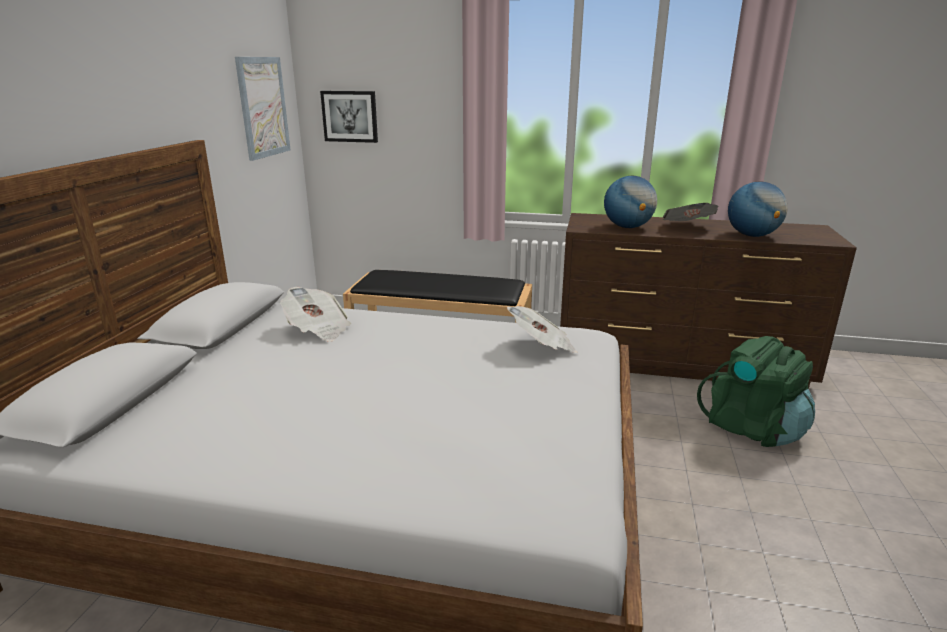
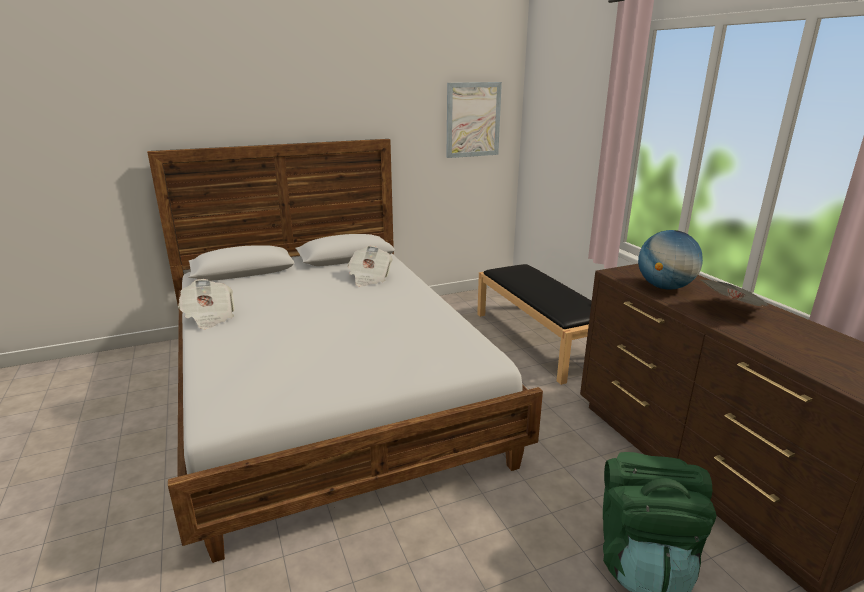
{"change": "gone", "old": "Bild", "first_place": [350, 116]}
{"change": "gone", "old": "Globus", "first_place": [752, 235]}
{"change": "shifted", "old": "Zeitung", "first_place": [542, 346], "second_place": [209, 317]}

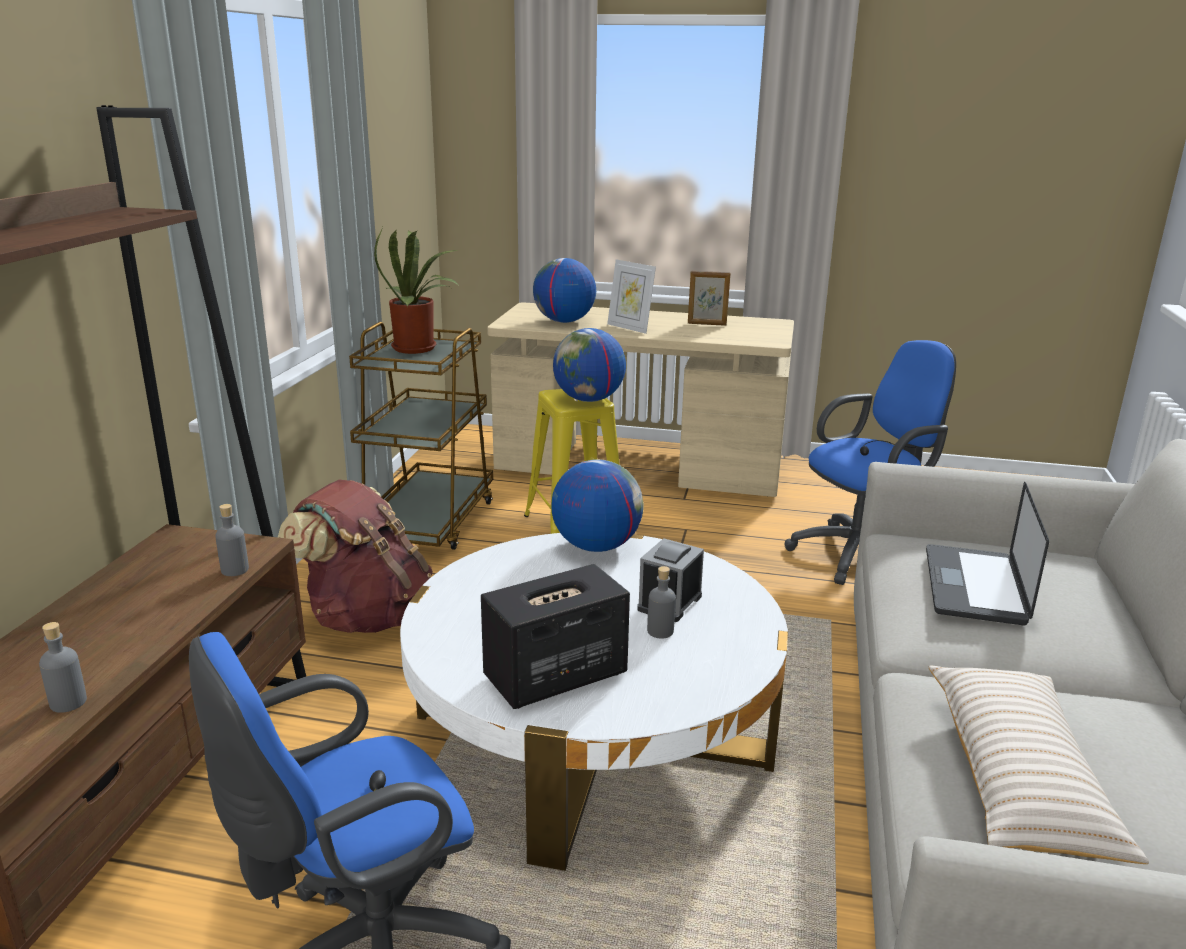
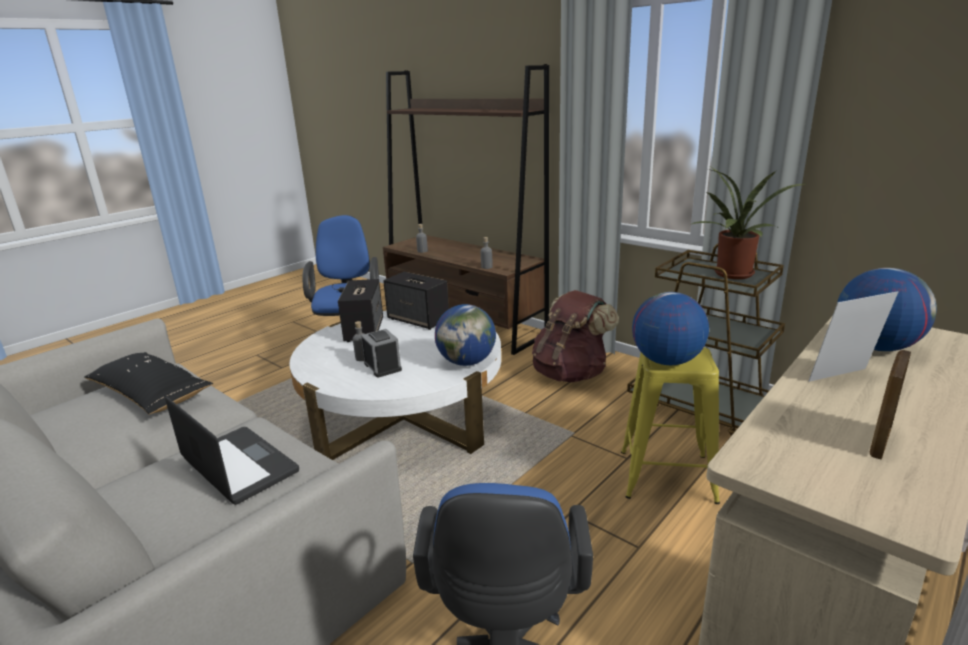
{"change": "repainted", "old": "Kissen/beige", "new": "Kissen/schwarz", "first_place": [1017, 778], "second_place": [151, 394]}
{"change": "new", "new": "Lautsprecher", "second_place": [419, 320]}

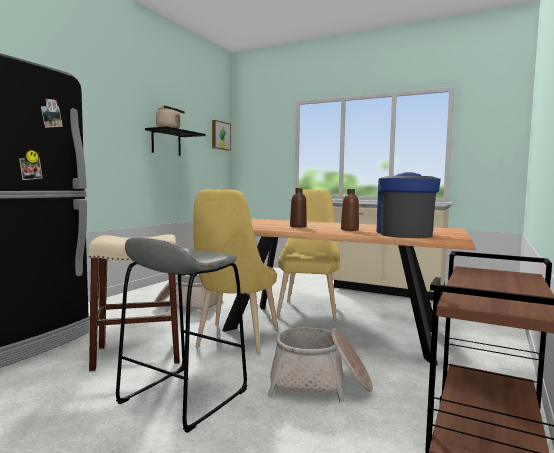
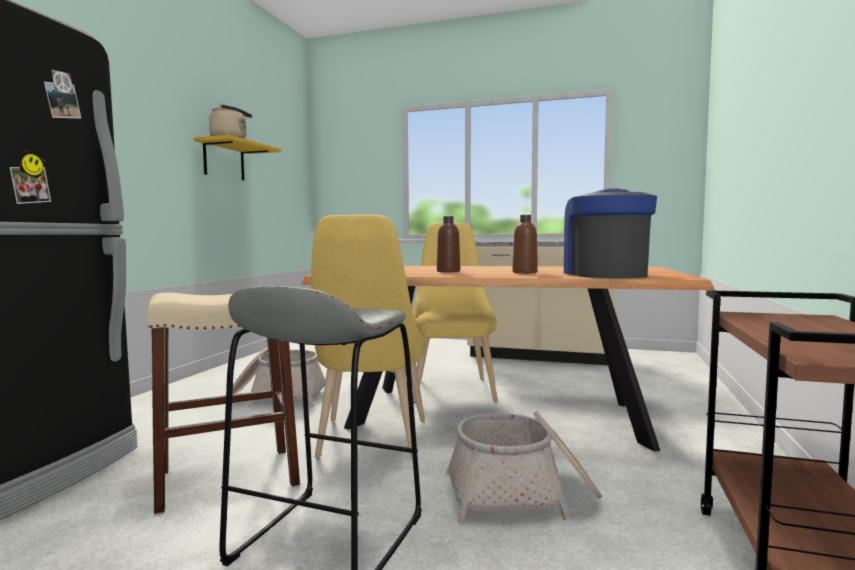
{"change": "gone", "old": "Bild", "first_place": [220, 135]}
{"change": "repainted", "old": "Wandregal/schwarz", "new": "Wandregal/gelb", "first_place": [166, 143], "second_place": [224, 161]}

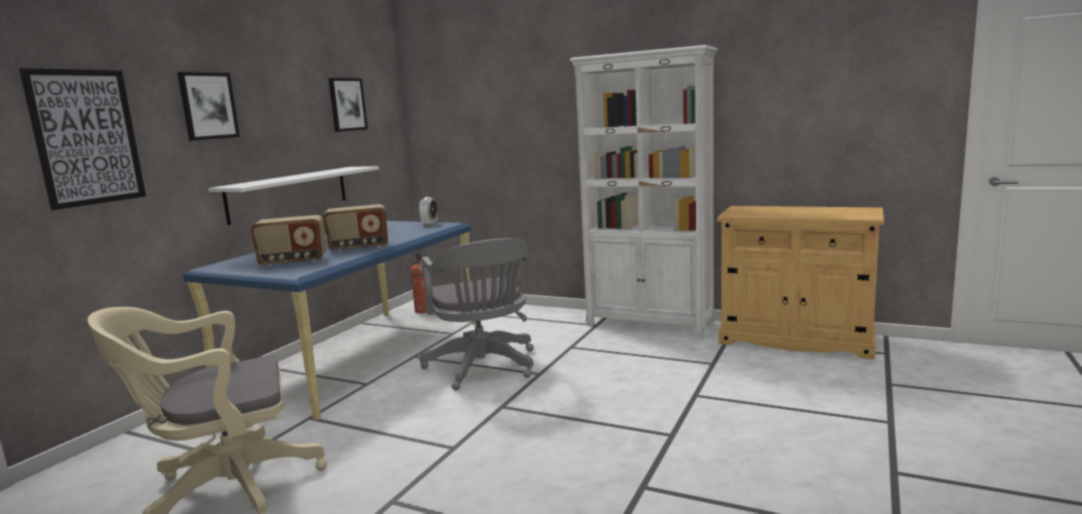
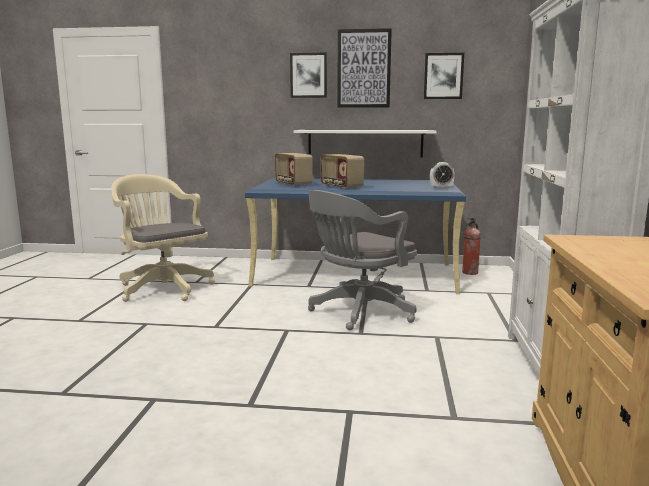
{"change": "shifted", "old": "Bild", "first_place": [86, 137], "second_place": [364, 68]}

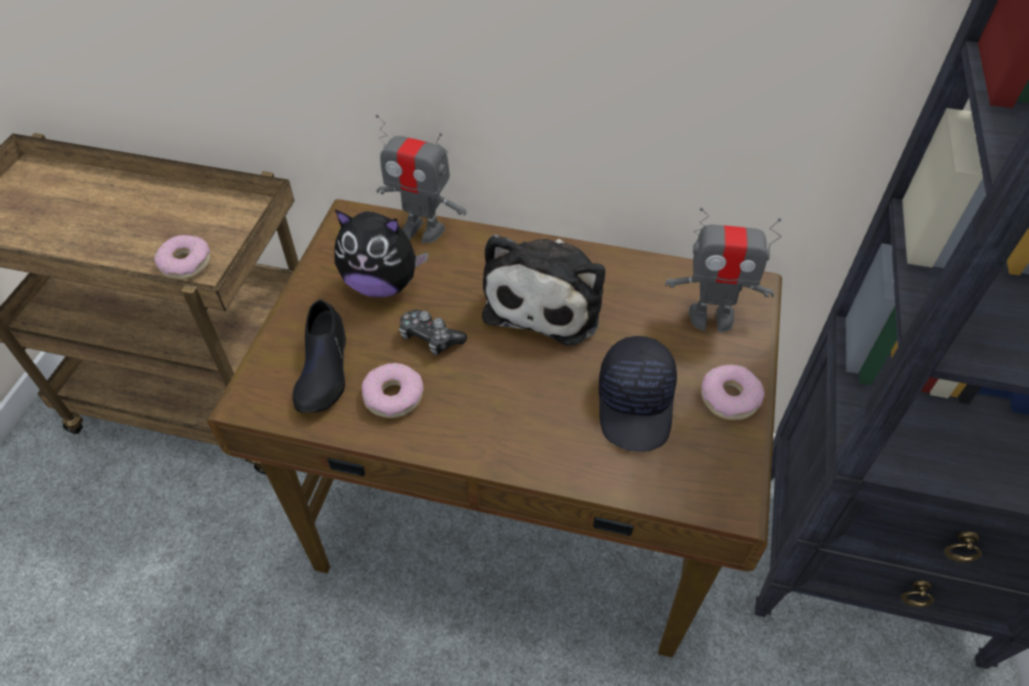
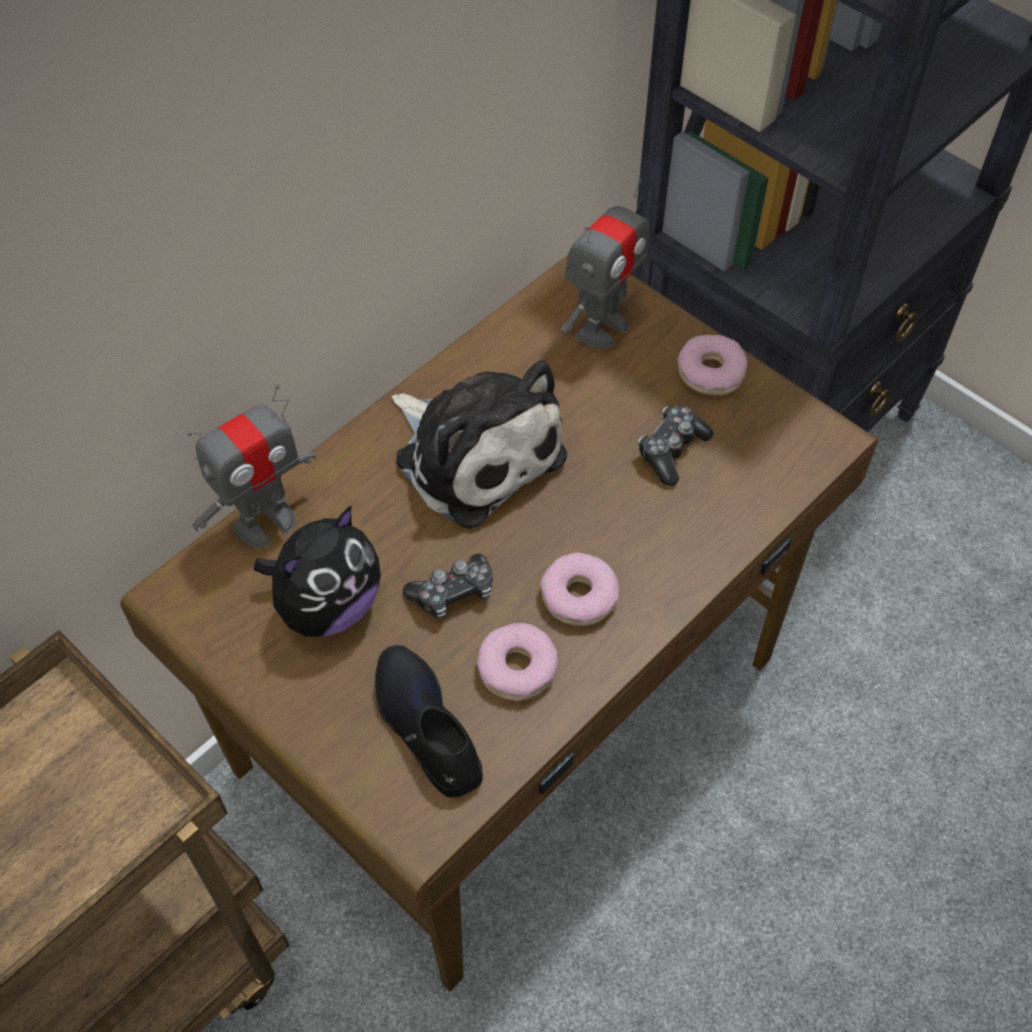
{"change": "shifted", "old": "Donut", "first_place": [186, 263], "second_place": [579, 596]}
{"change": "rotated", "old": "Schuh/schwarz", "first_place": [323, 369], "second_place": [426, 726], "degrees": -150}
{"change": "swapped", "old": "Kappe/schwarz", "new": "Gamepad", "first_place": [636, 404], "second_place": [671, 450]}

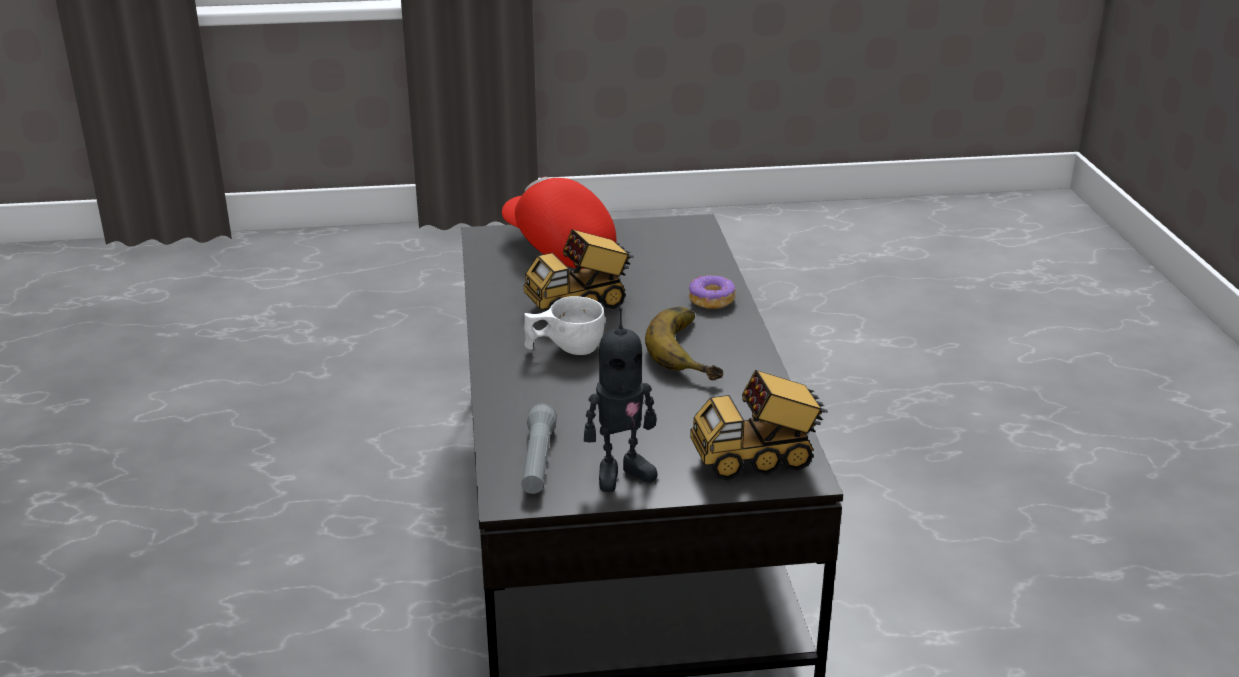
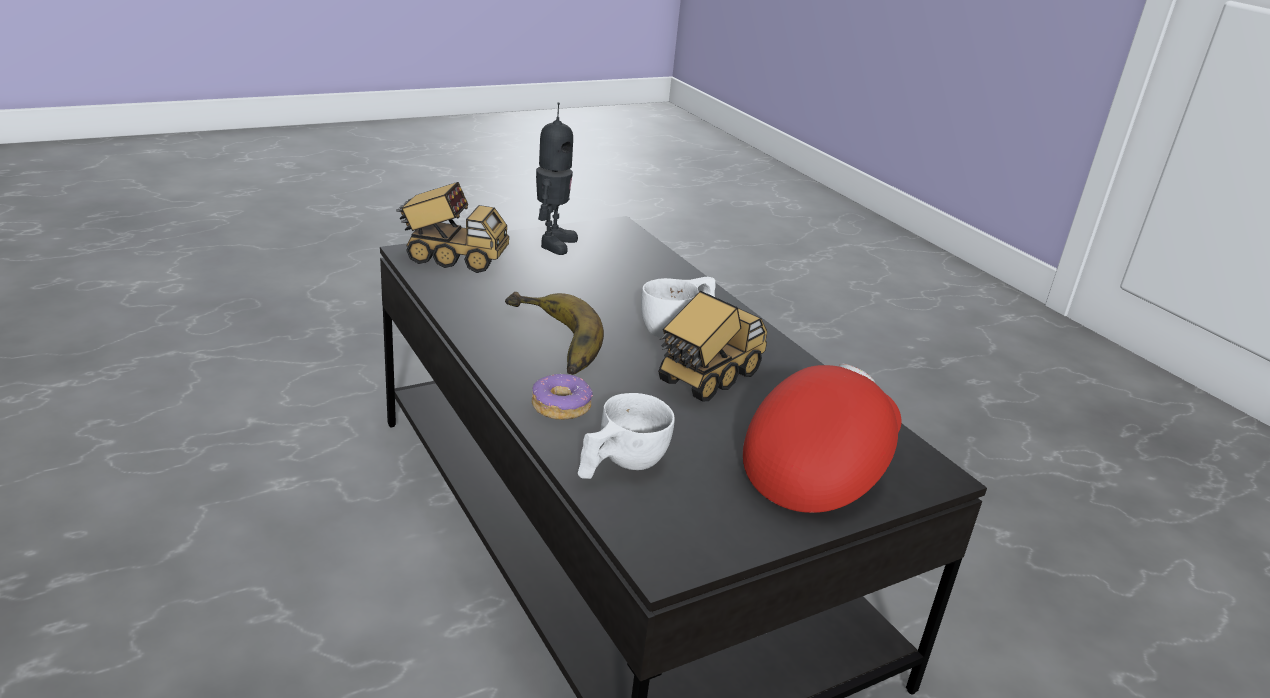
{"change": "rotated", "old": "Kappe/rot", "first_place": [557, 248], "second_place": [818, 464], "degrees": -75}
{"change": "rotated", "old": "Spielzeugroboter", "first_place": [621, 473], "second_place": [553, 243], "degrees": 150}
{"change": "rotated", "old": "Spielzeuglaster", "first_place": [757, 460], "second_place": [452, 259], "degrees": 45}
{"change": "gone", "old": "Taschenlampe/grau", "first_place": [538, 461]}
{"change": "new", "new": "Tasse/weiß", "second_place": [620, 464]}

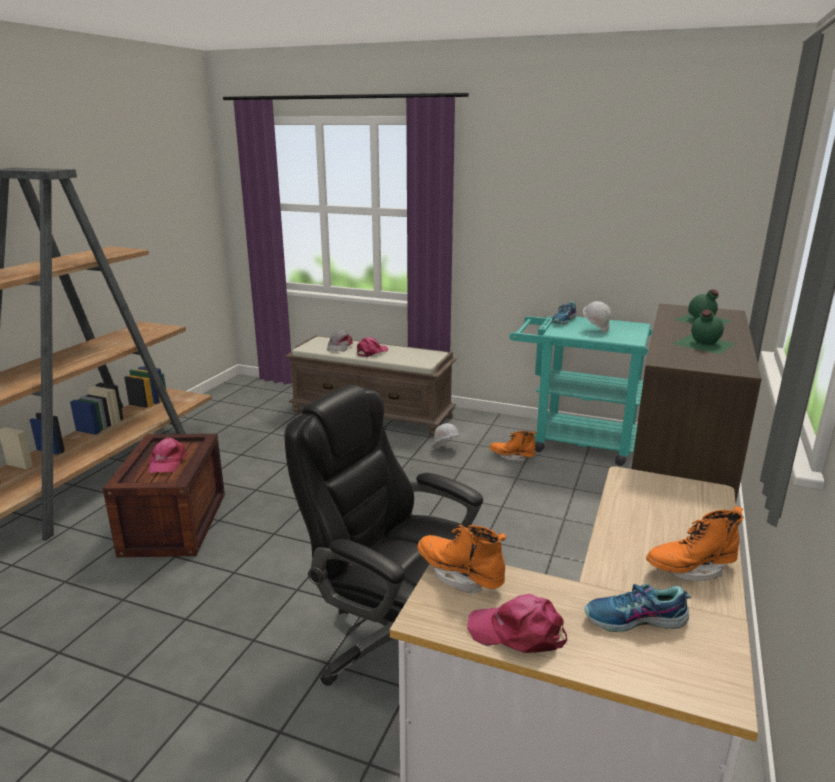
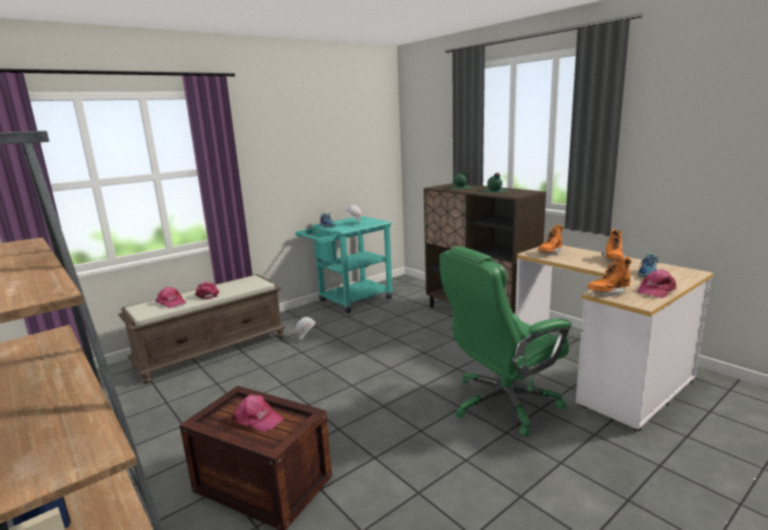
{"change": "repainted", "old": "Kappe/grau", "new": "Kappe/rosa", "first_place": [339, 346], "second_place": [171, 302]}
{"change": "repainted", "old": "Bürostuhl/schwarz", "new": "Bürostuhl/grün", "first_place": [397, 644], "second_place": [502, 403]}
{"change": "shifted", "old": "Stiefel/orange", "first_place": [512, 457], "second_place": [550, 253]}

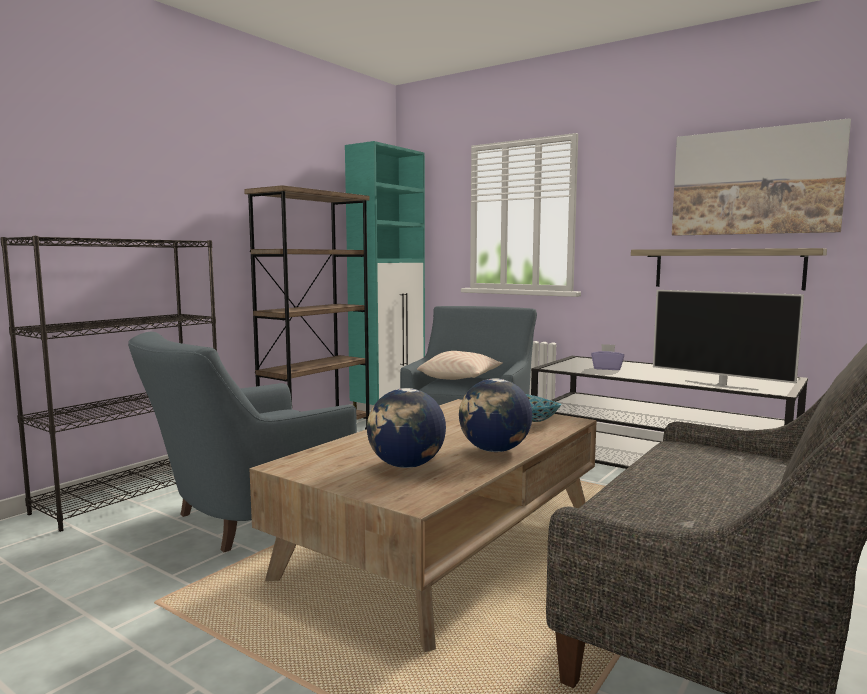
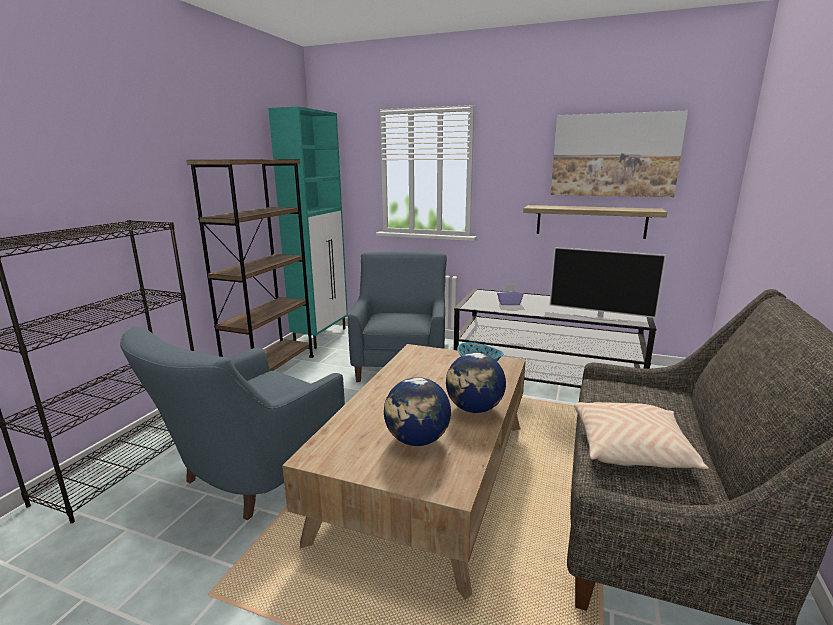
{"change": "shifted", "old": "Kissen/beige", "first_place": [460, 378], "second_place": [631, 449]}

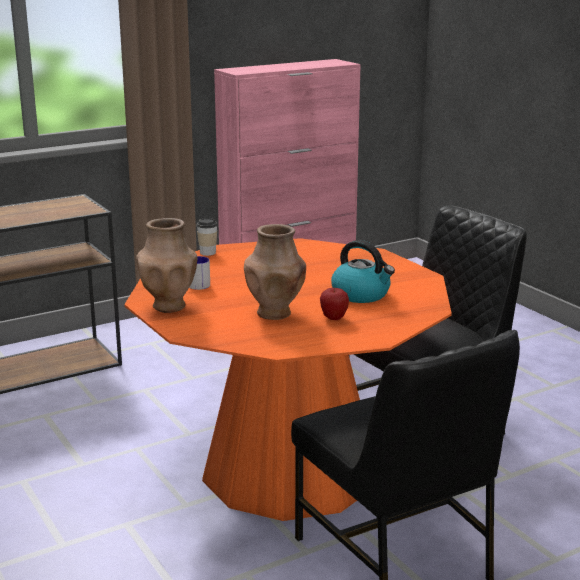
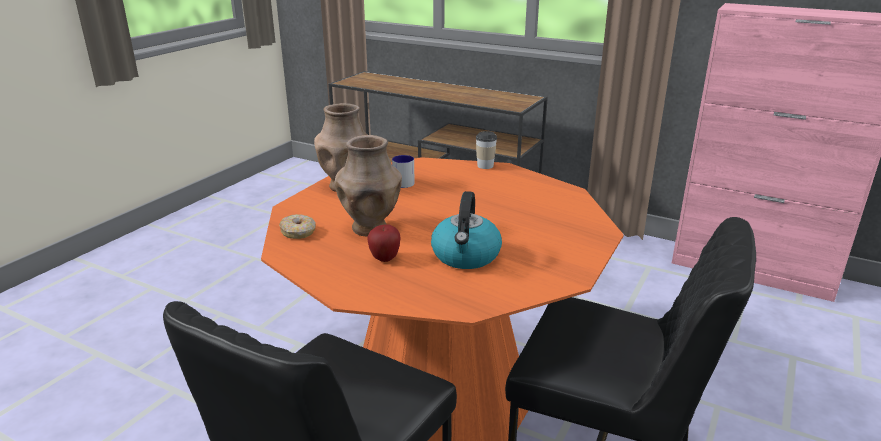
{"change": "new", "new": "Donut", "second_place": [298, 232]}

